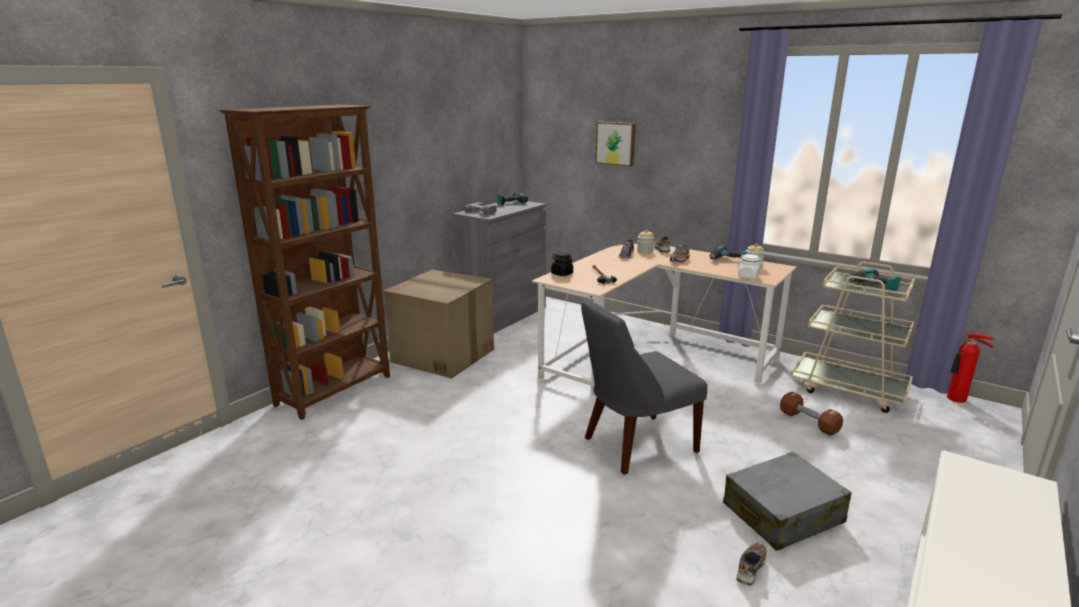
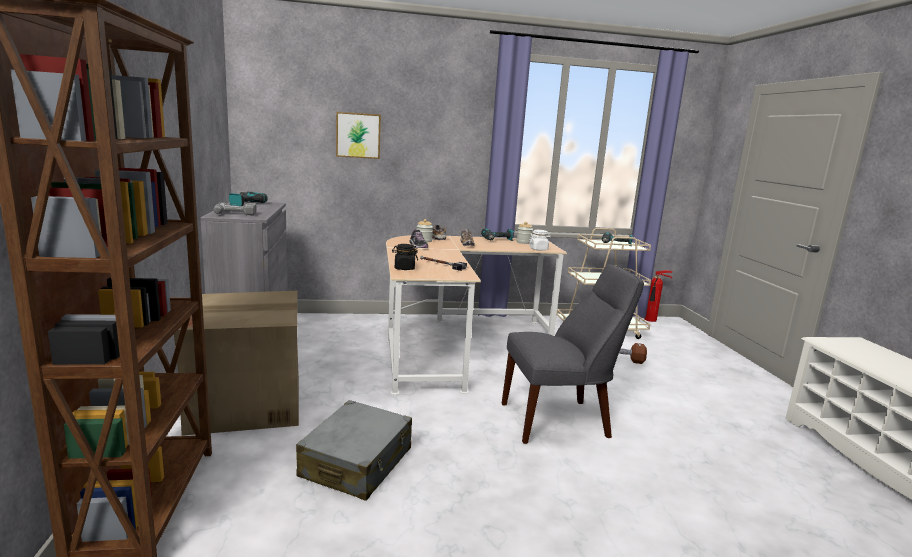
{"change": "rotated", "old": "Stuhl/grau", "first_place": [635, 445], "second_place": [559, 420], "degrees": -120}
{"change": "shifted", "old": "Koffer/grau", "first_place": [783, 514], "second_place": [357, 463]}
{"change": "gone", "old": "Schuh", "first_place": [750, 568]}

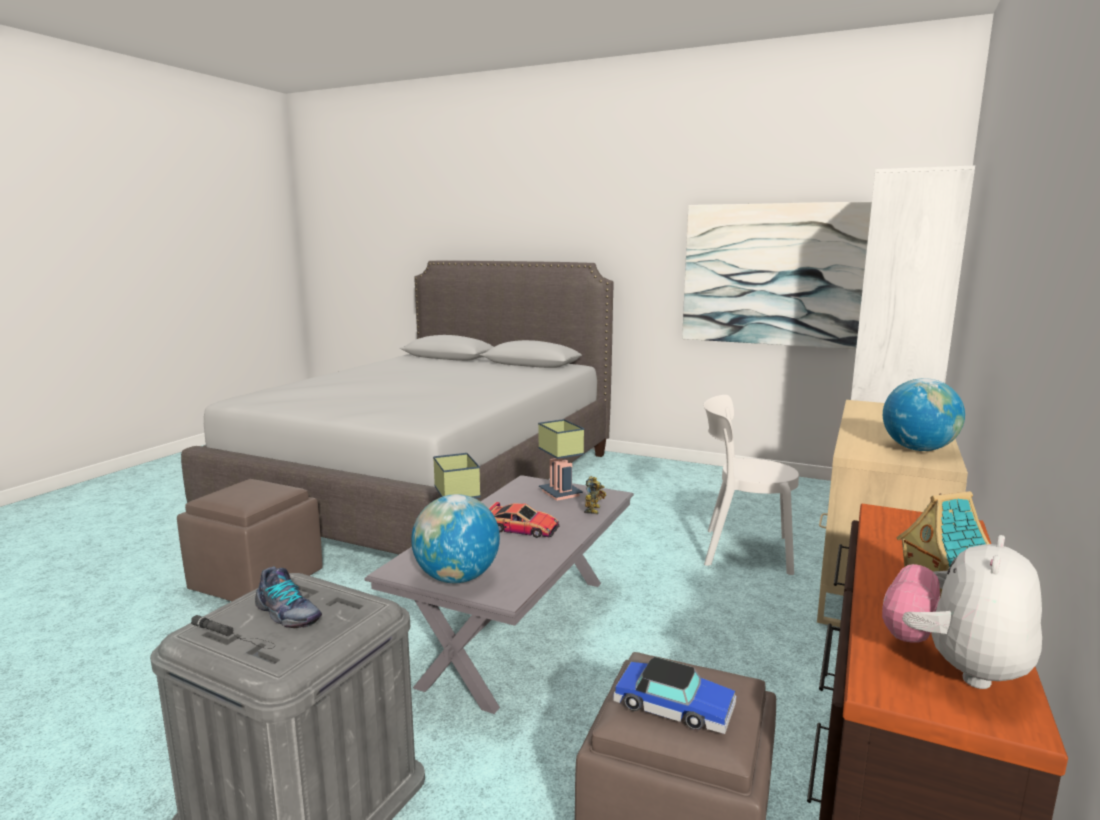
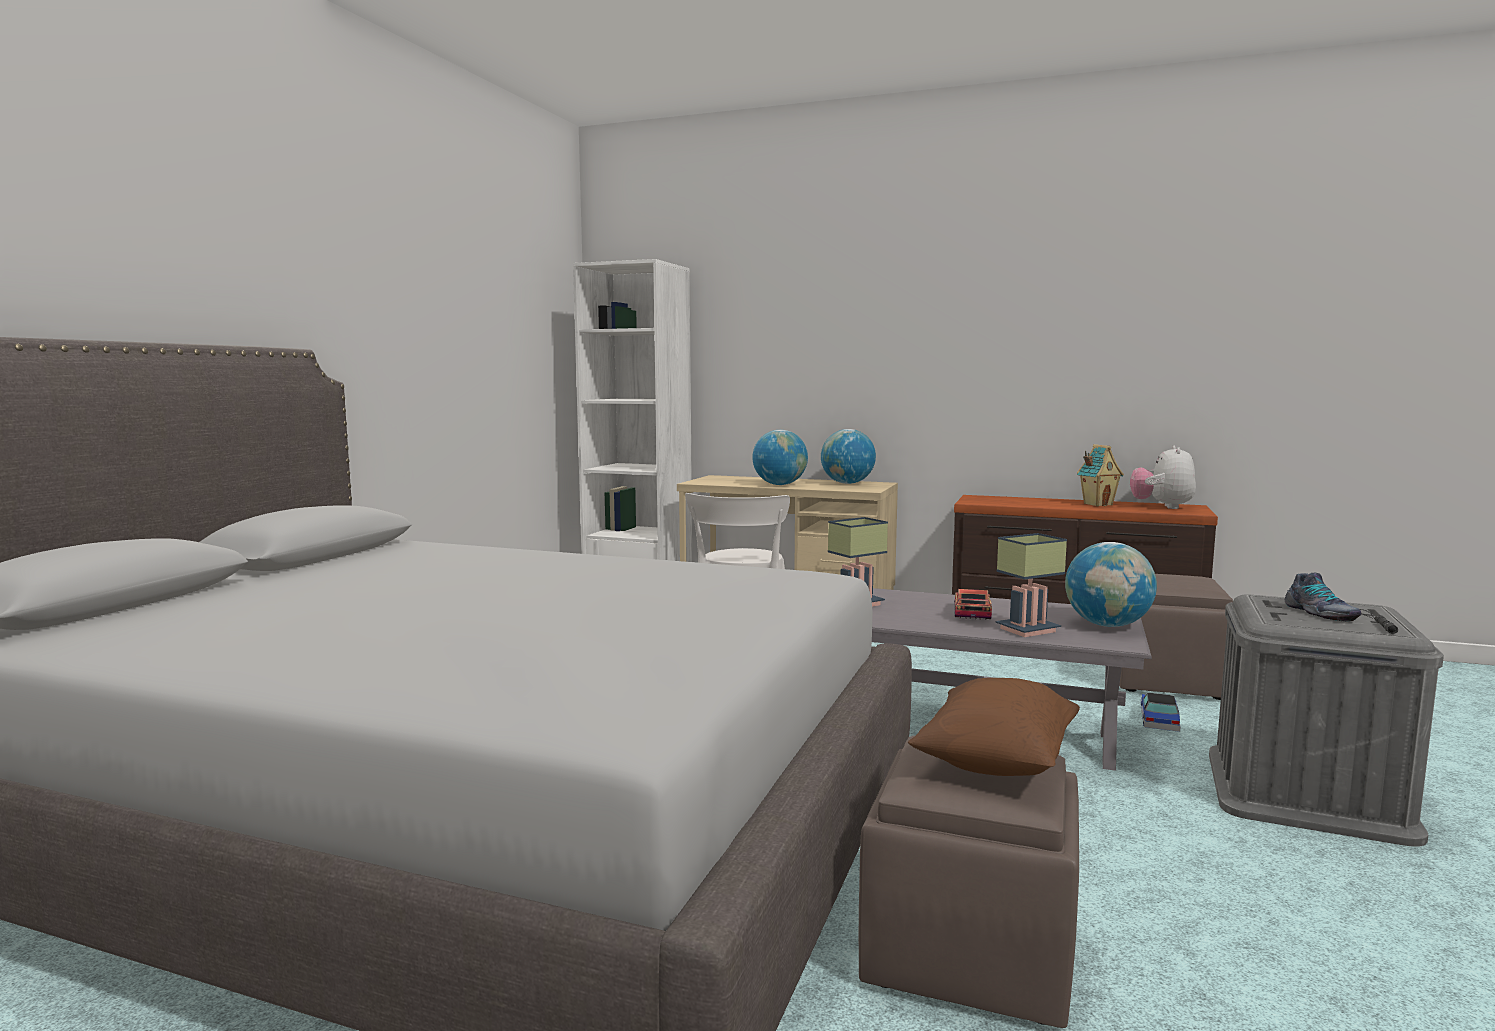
{"change": "gone", "old": "Bild", "first_place": [777, 275]}
{"change": "gone", "old": "Spielzeugroboter", "first_place": [594, 510]}
{"change": "rotated", "old": "Plüschtier", "first_place": [955, 667], "second_place": [1162, 507], "degrees": 75}
{"change": "rotated", "old": "Schuh", "first_place": [287, 614], "second_place": [1319, 613], "degrees": 135}
{"change": "shifted", "old": "Spielzeugauto", "first_place": [674, 707], "second_place": [1159, 720]}
{"change": "new", "new": "Globus", "second_place": [780, 484]}
{"change": "new", "new": "Kissen/braun", "second_place": [995, 762]}

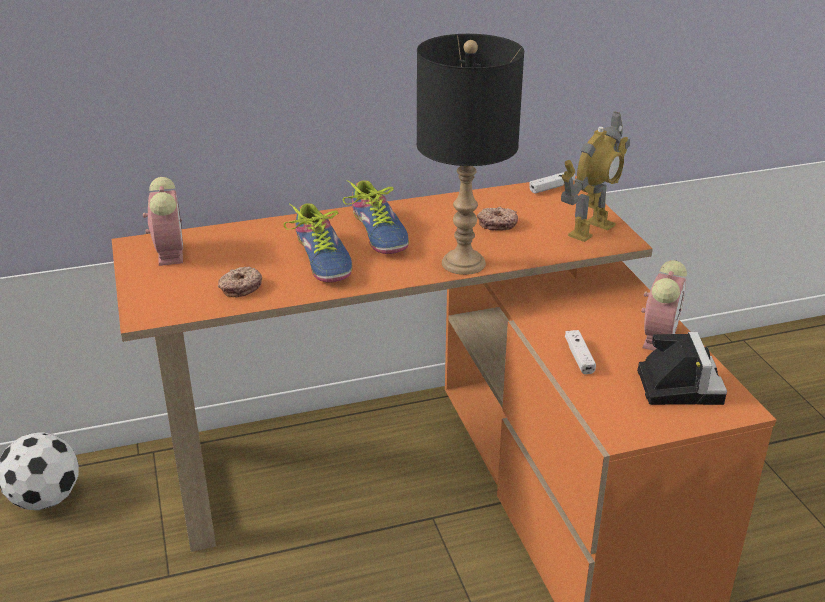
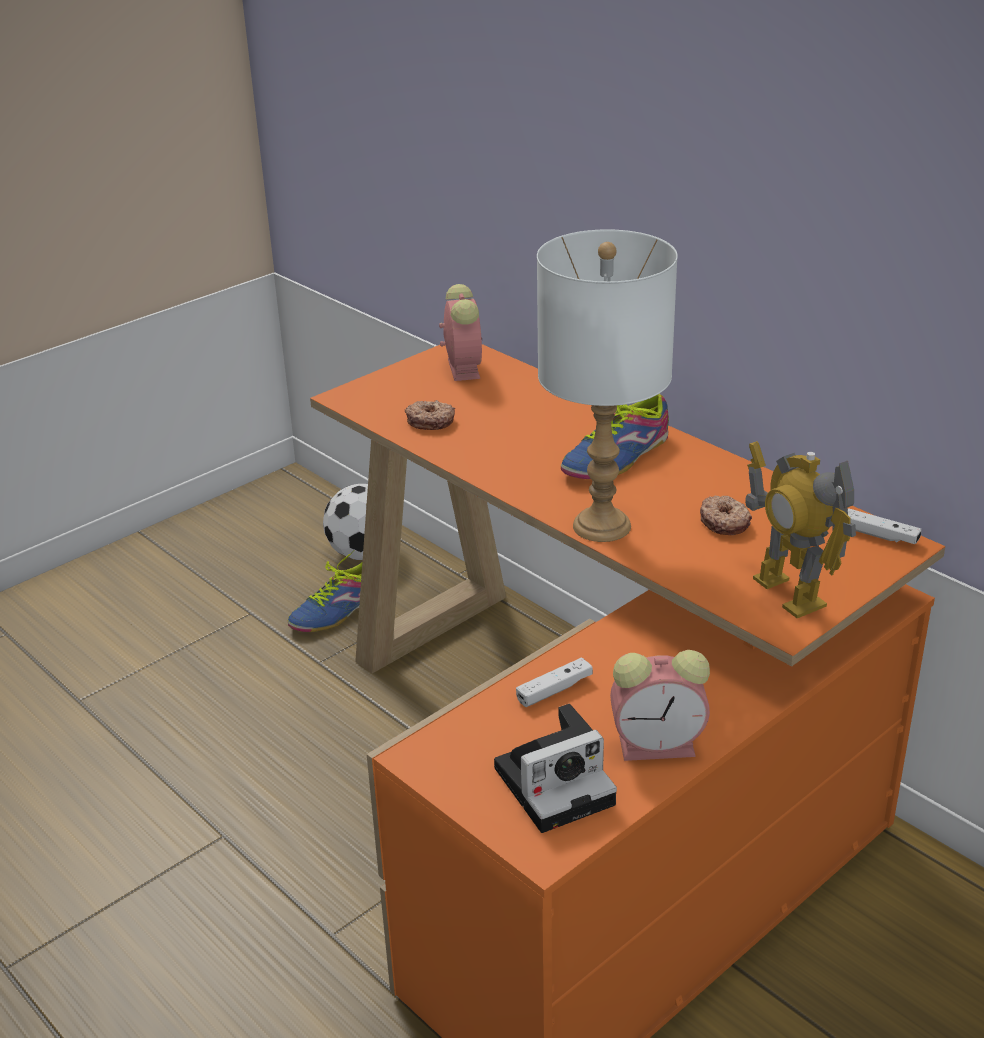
{"change": "repainted", "old": "Tischlampe/schwarz", "new": "Tischlampe/weiß", "first_place": [464, 263], "second_place": [603, 526]}
{"change": "rotated", "old": "Spielzeugroboter", "first_place": [590, 229], "second_place": [788, 593], "degrees": 45}
{"change": "rotated", "old": "Wecker", "first_place": [169, 252], "second_place": [462, 367], "degrees": -60}
{"change": "shifted", "old": "Schuh", "first_place": [323, 259], "second_place": [338, 610]}

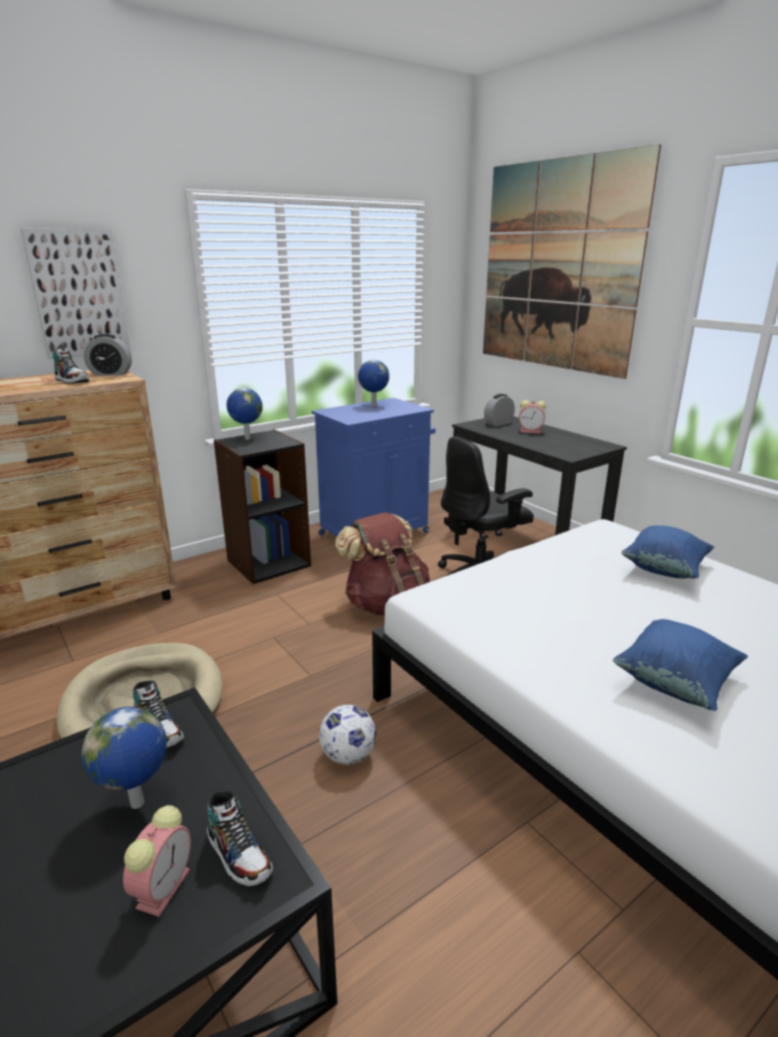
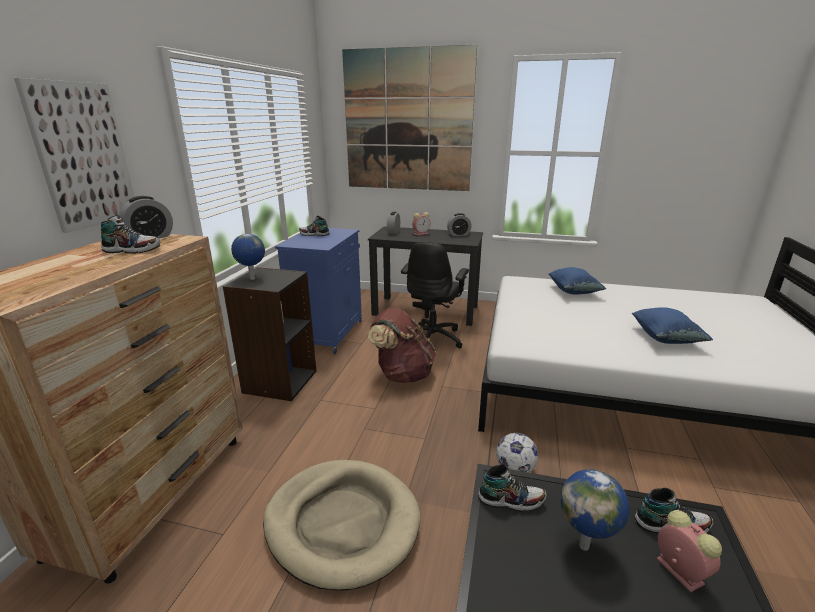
{"change": "swapped", "old": "Globus", "new": "Schuh", "first_place": [373, 406], "second_place": [314, 234]}
{"change": "new", "new": "Wecker", "second_place": [458, 234]}

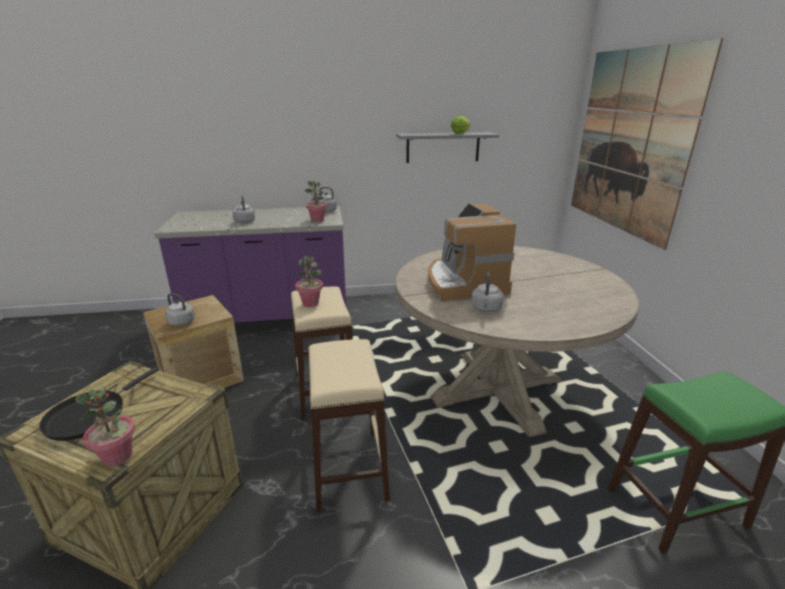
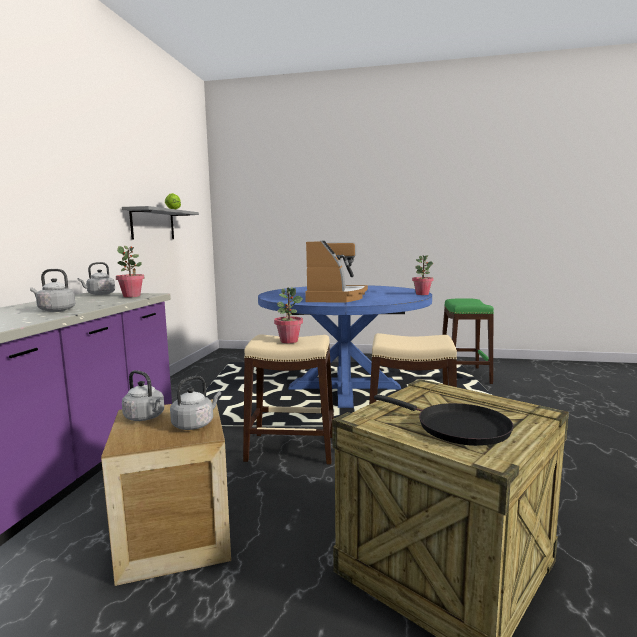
{"change": "gone", "old": "Bild", "first_place": [629, 142]}
{"change": "rotated", "old": "Kaffeemaschine", "first_place": [463, 282], "second_place": [336, 298], "degrees": -90}
{"change": "repainted", "old": "Esstisch/beige", "new": "Esstisch/blau", "first_place": [497, 389], "second_place": [344, 388]}
{"change": "shifted", "old": "Wasserkessel/grau", "first_place": [486, 309], "second_place": [146, 417]}
{"change": "shifted", "old": "Topfpflanze", "first_place": [118, 456], "second_place": [422, 294]}

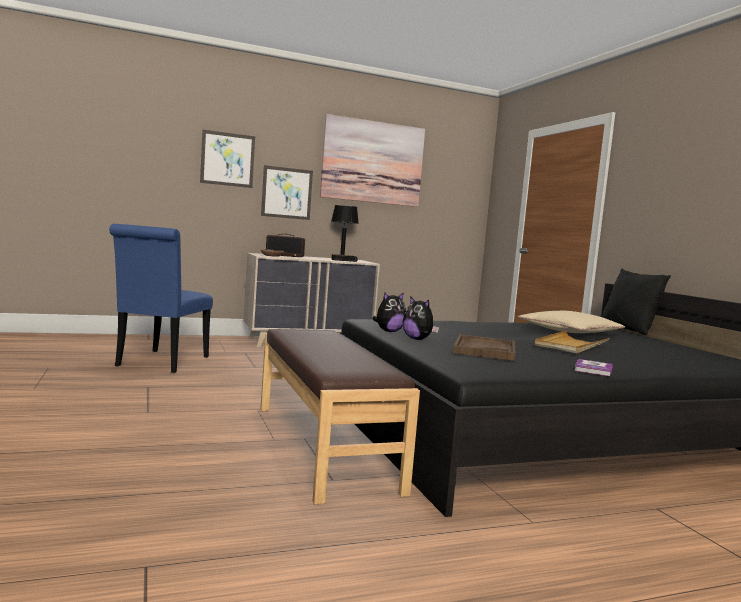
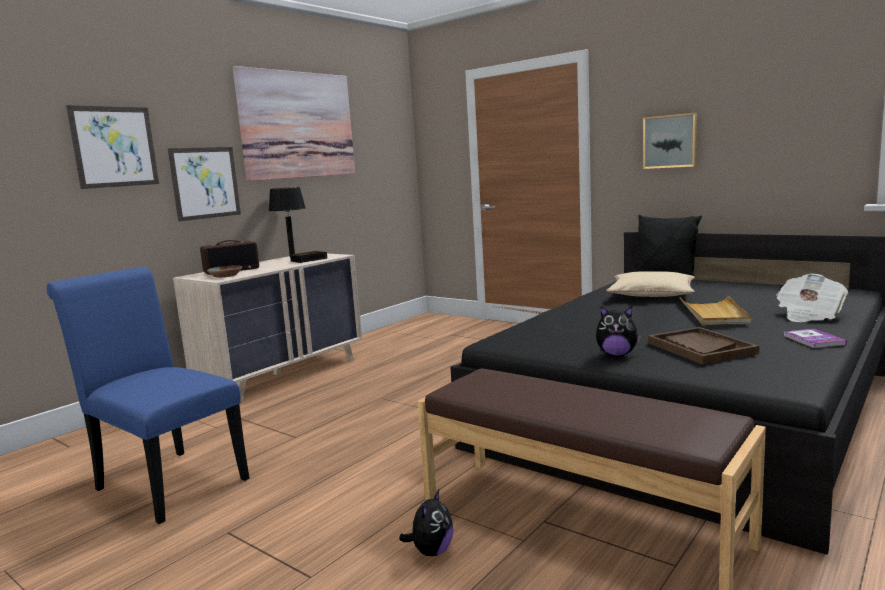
{"change": "rotated", "old": "Stuhl/blau", "first_place": [160, 363], "second_place": [166, 482], "degrees": 150}
{"change": "shifted", "old": "Plüschtier", "first_place": [389, 331], "second_place": [431, 551]}
{"change": "new", "new": "Bild", "second_place": [670, 141]}
{"change": "new", "new": "Zeitung", "second_place": [808, 315]}

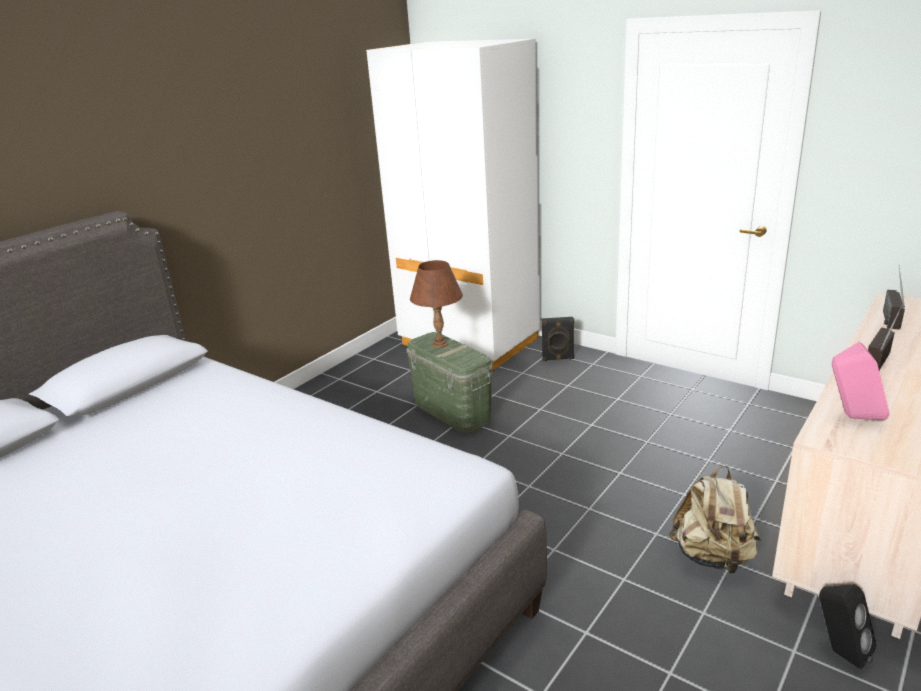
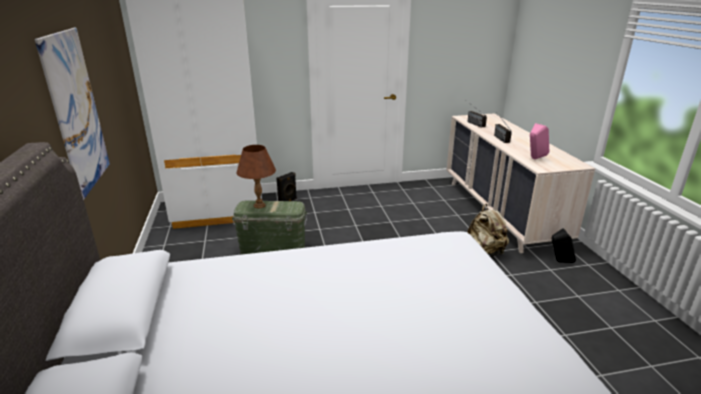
{"change": "new", "new": "Bild", "second_place": [76, 112]}

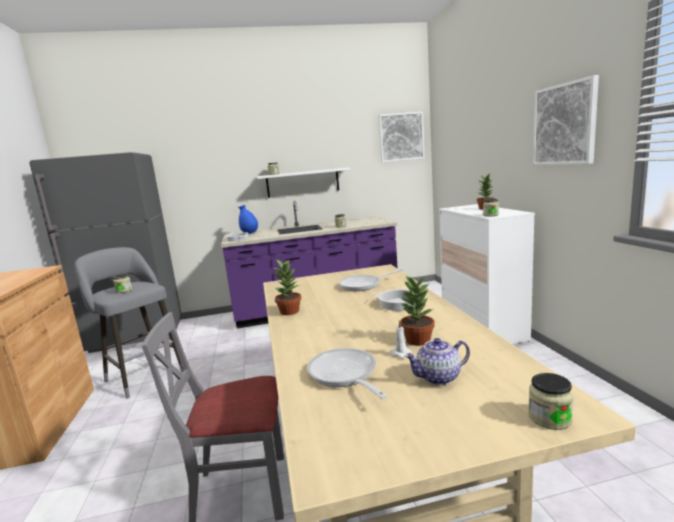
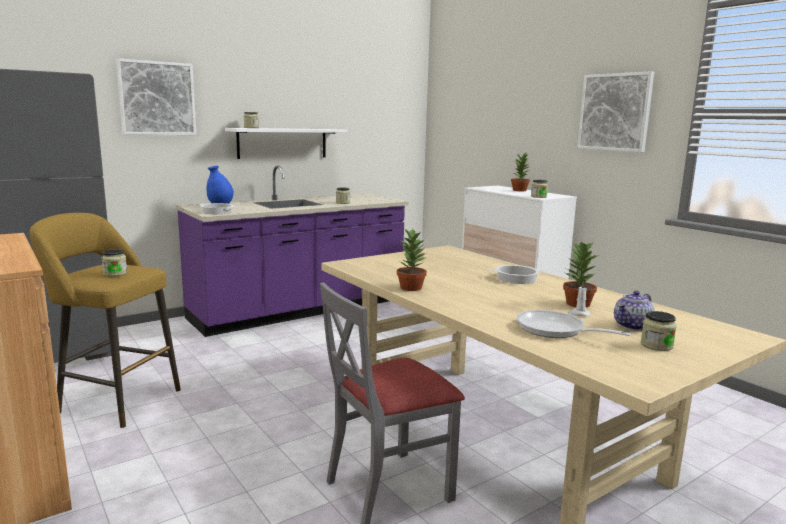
{"change": "shifted", "old": "Bild", "first_place": [401, 137], "second_place": [157, 98]}
{"change": "repainted", "old": "Hocker/grau", "new": "Hocker/gelb", "first_place": [143, 375], "second_place": [115, 400]}
{"change": "gone", "old": "Pfanne", "first_place": [364, 285]}
{"change": "shifted", "old": "Vorratsglas", "first_place": [549, 418], "second_place": [656, 345]}

